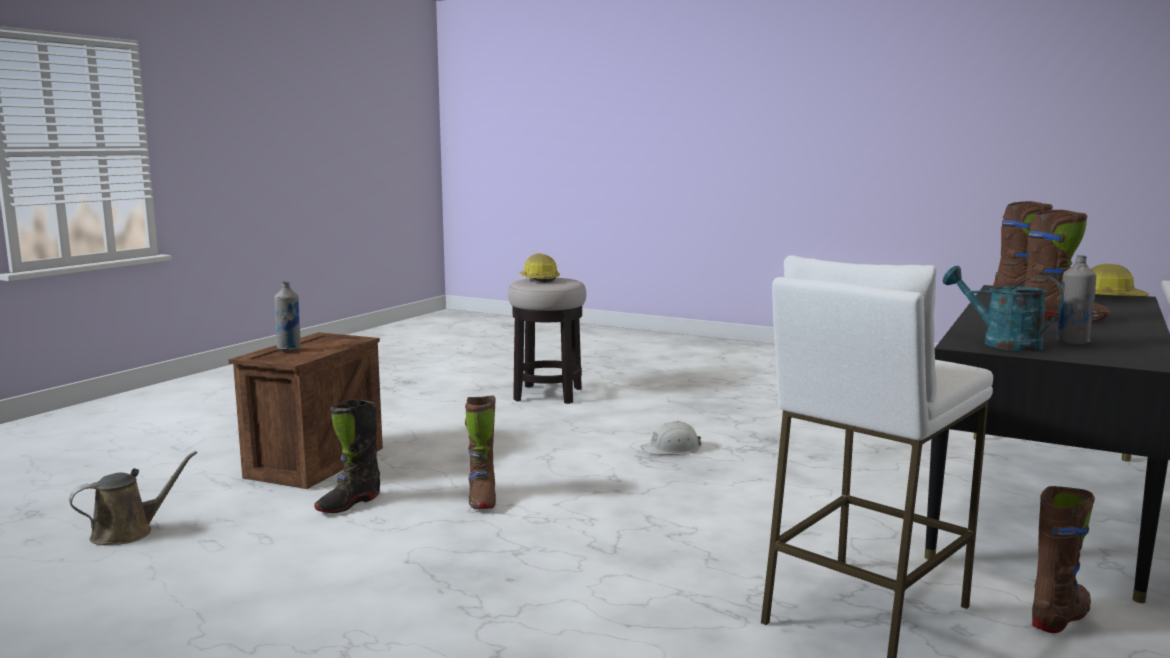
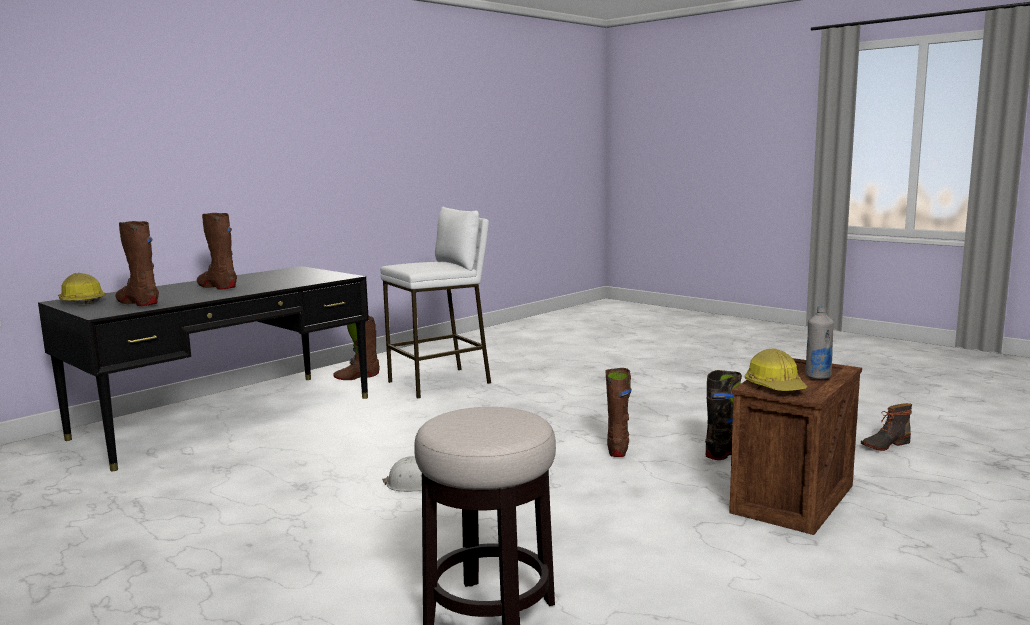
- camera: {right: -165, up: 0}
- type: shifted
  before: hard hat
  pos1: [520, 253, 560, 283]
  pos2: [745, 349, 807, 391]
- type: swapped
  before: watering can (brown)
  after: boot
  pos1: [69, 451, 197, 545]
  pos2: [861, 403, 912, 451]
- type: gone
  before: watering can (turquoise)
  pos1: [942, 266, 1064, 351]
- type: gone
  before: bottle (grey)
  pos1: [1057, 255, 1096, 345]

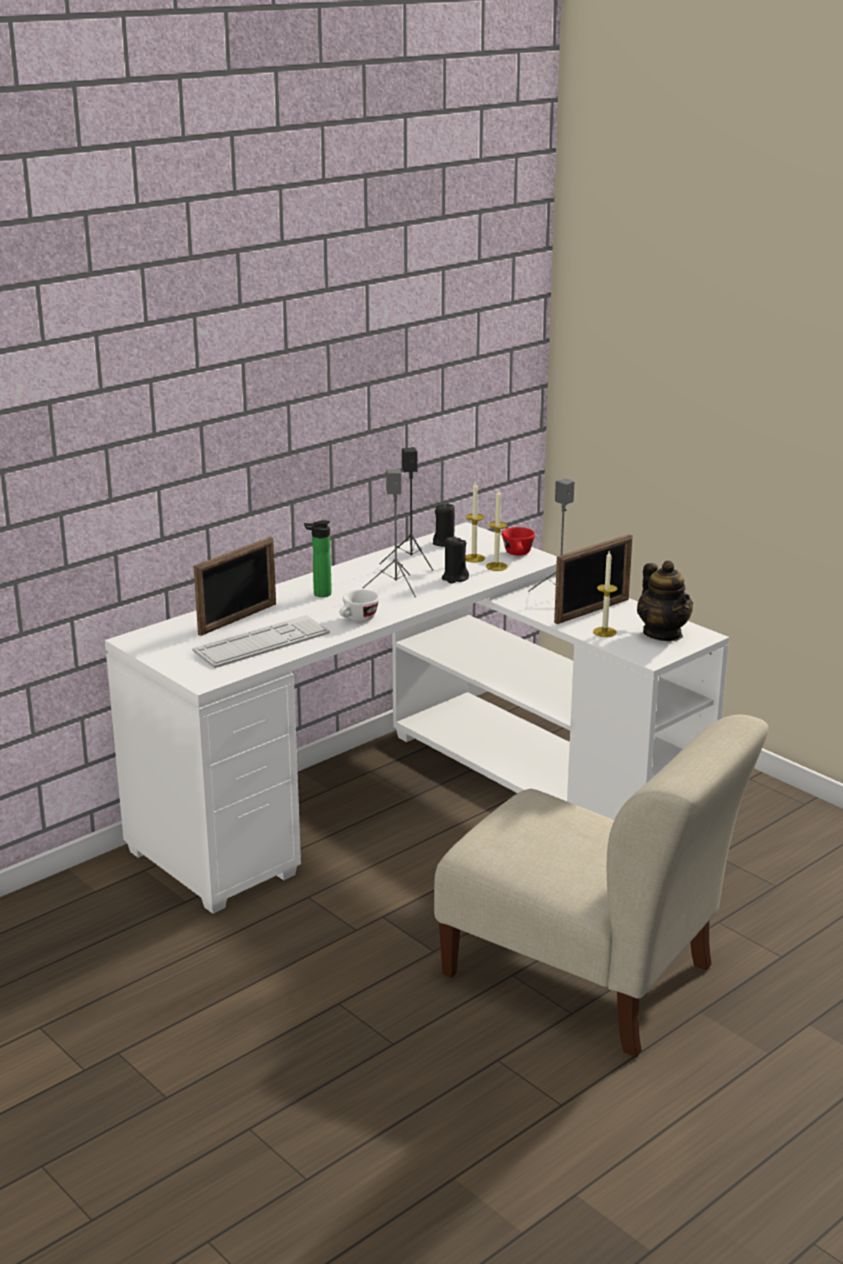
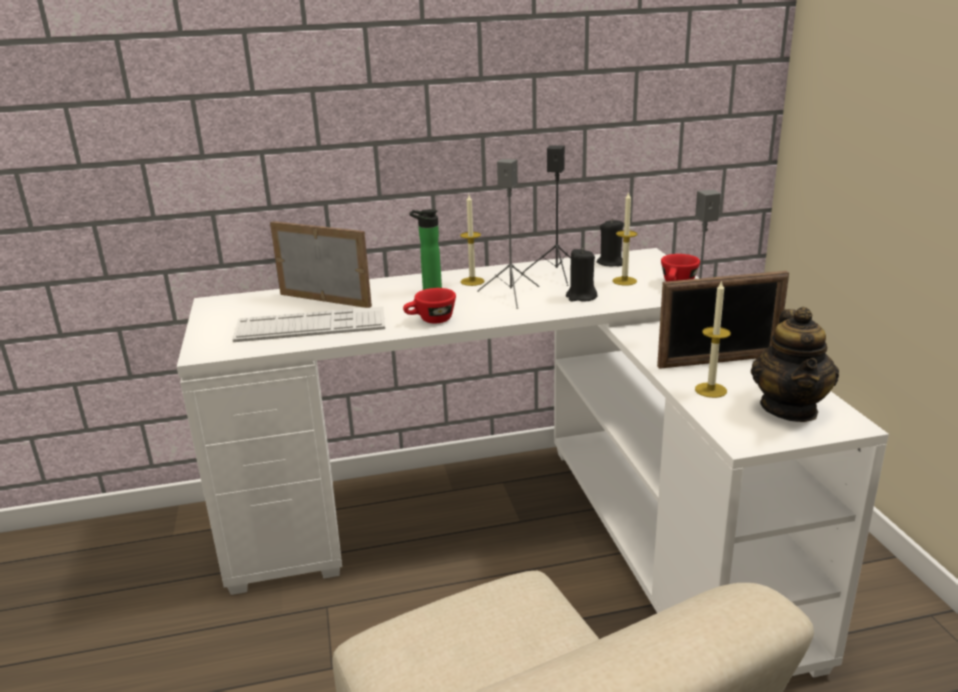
- camera: {right: 30, up: 0}
- type: rotated
  before: picture frame
  pos1: [194, 537, 276, 636]
  pos2: [270, 221, 372, 308]
  turn: -135
- type: repainted
  before: cup (white)
  after: cup (red)
  pos1: [339, 589, 379, 622]
  pos2: [403, 288, 456, 323]
- type: shifted
  before: candle
  pos1: [486, 489, 508, 571]
  pos2: [460, 195, 484, 286]

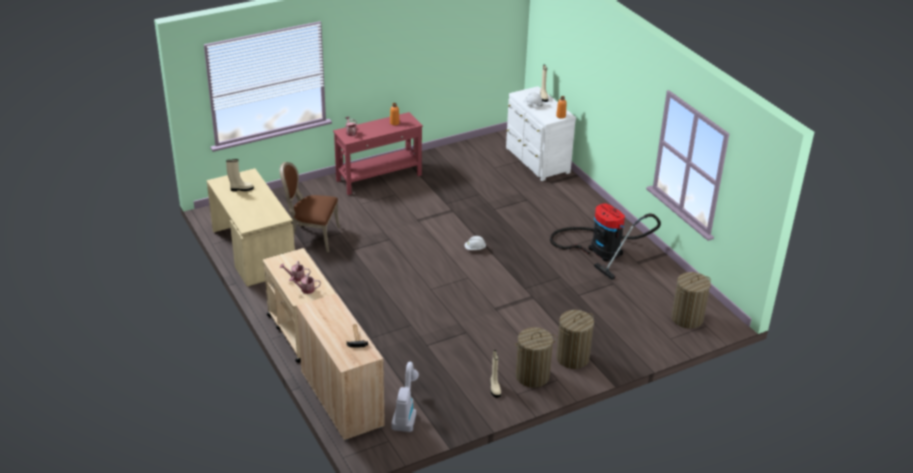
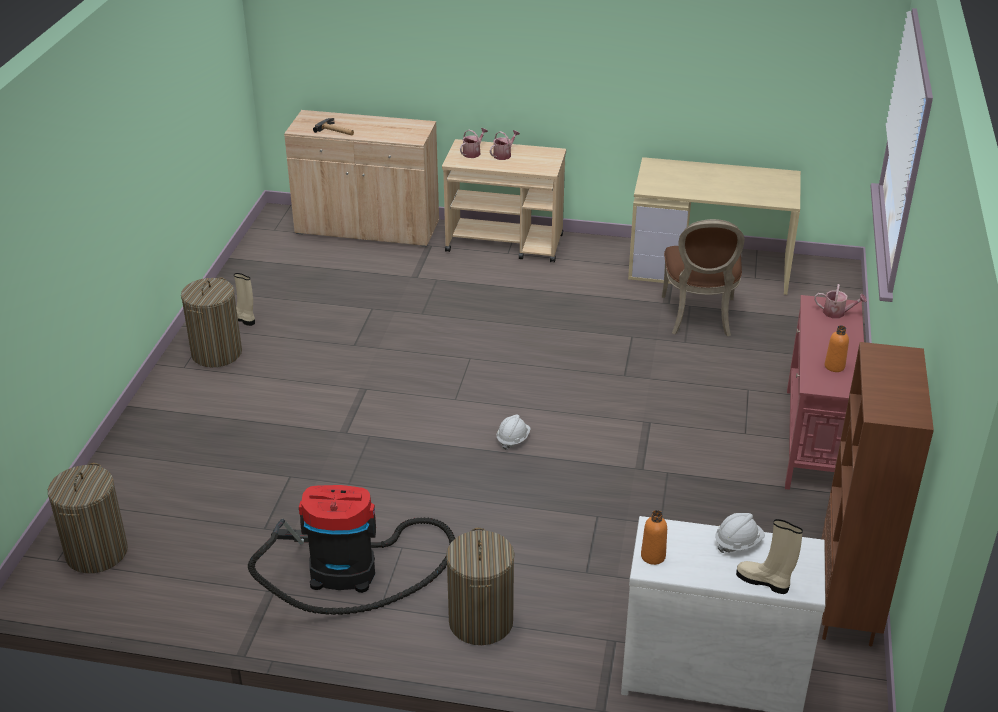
- camera: {right: 130, up: 0}
- type: shifted
  before: laundry basket
  pos1: [556, 310, 594, 369]
  pos2: [446, 528, 514, 645]
- type: rotated
  before: chair (brown)
  pos1: [280, 162, 340, 253]
  pos2: [662, 219, 744, 336]
  turn: 135
- type: new
  after: bookcase (brown)
  pos2: [821, 342, 934, 646]
- type: gone
  before: boot (beige)
  pos1: [226, 159, 254, 191]
- type: gone
  before: vacuum cleaner
  pos1: [391, 362, 419, 432]

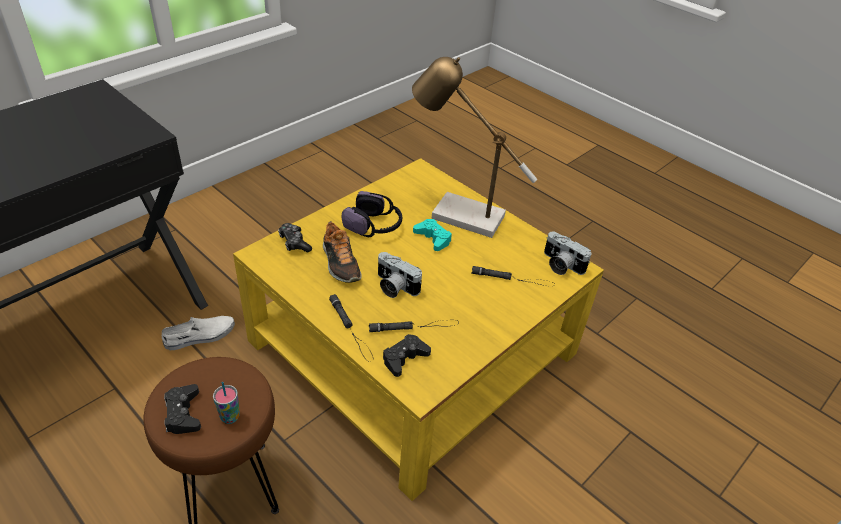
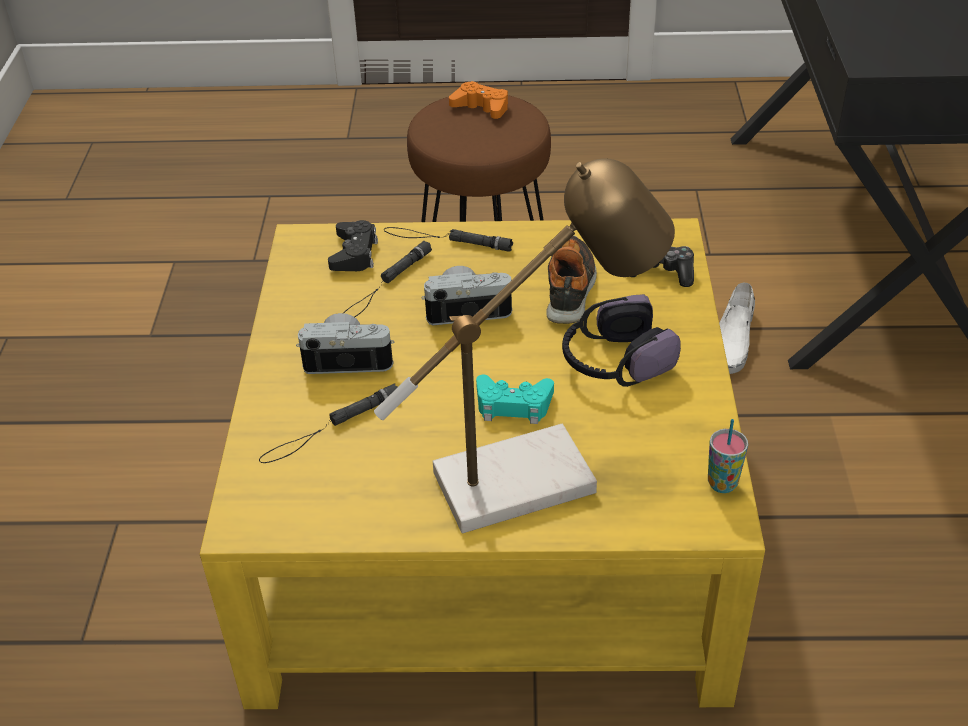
- camera: {right: 140, up: 0}
- type: shifted
  before: photo camera
  pos1: [544, 232, 592, 275]
  pos2: [296, 313, 394, 374]
- type: repainted
  before: game controller (black)
  after: game controller (orange)
  pos1: [164, 384, 201, 434]
  pos2: [449, 81, 508, 119]
- type: rotated
  before: shoe
  pos1: [323, 221, 362, 283]
  pos2: [546, 235, 597, 324]
  turn: 75
- type: shifted
  before: cup
  pos1: [213, 382, 240, 424]
  pos2: [708, 419, 748, 493]

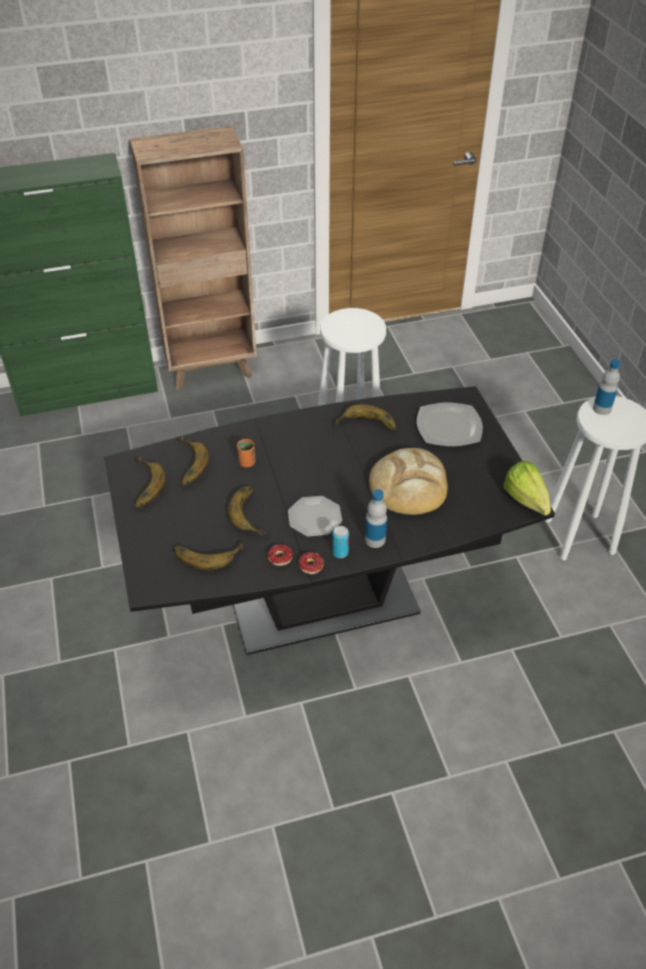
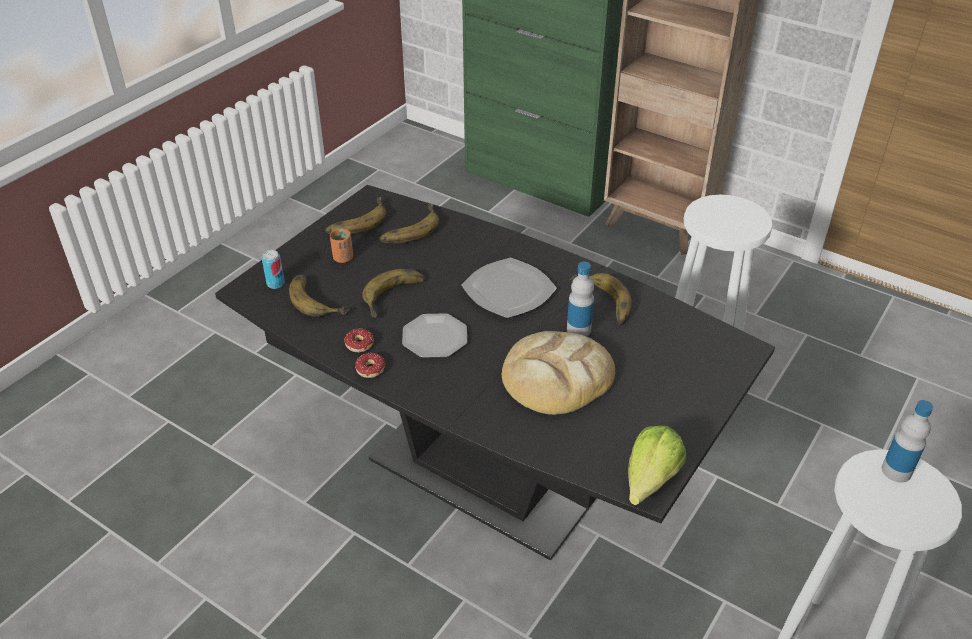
- camera: {right: 50, up: -5}
- type: shifted
  before: can
  pos1: [332, 526, 349, 558]
  pos2: [262, 250, 285, 289]
- type: shifted
  before: cup (orange)
  pos1: [237, 439, 256, 467]
  pos2: [330, 229, 353, 263]
- type: shifted
  before: plate
  pos1: [417, 402, 483, 447]
  pos2: [462, 258, 557, 318]
- type: shifted
  before: bottle
  pos1: [365, 489, 387, 548]
  pos2: [567, 262, 594, 336]

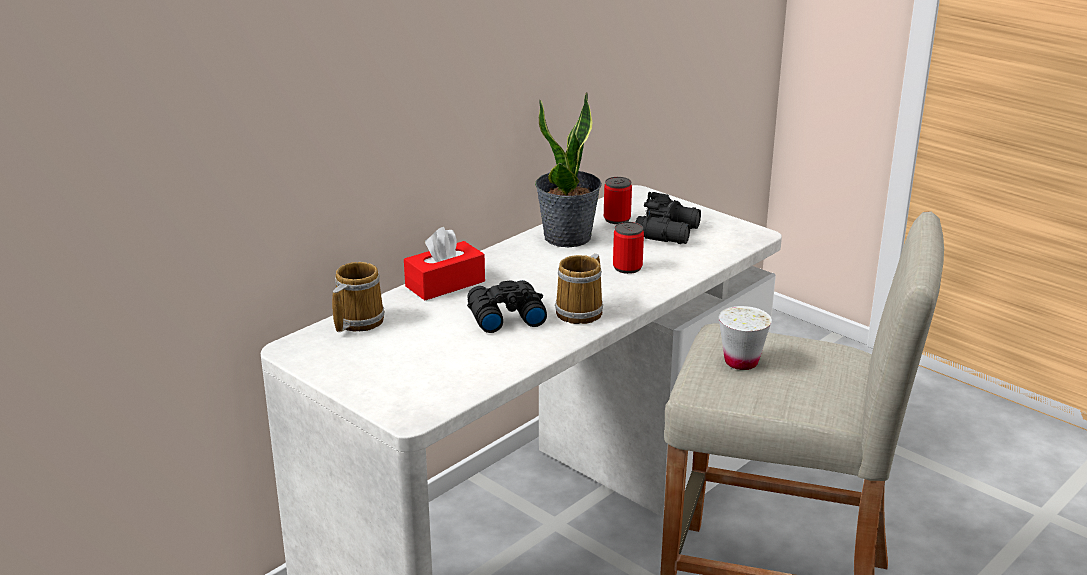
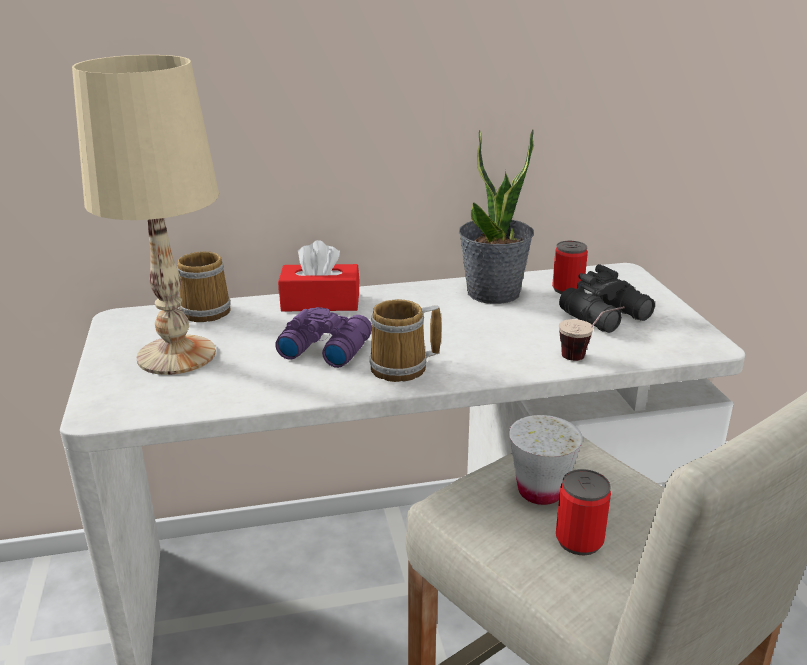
- camera: {right: 35, up: 0}
- type: new
  after: table lamp (beige)
  pos2: [72, 55, 219, 375]
- type: repainted
  before: binoculars (black)
  after: binoculars (purple)
  pos1: [467, 280, 547, 333]
  pos2: [275, 307, 372, 368]
- type: shifted
  before: can
  pos1: [613, 222, 644, 274]
  pos2: [556, 469, 611, 555]
- type: new
  after: cup
  pos2: [559, 306, 625, 361]

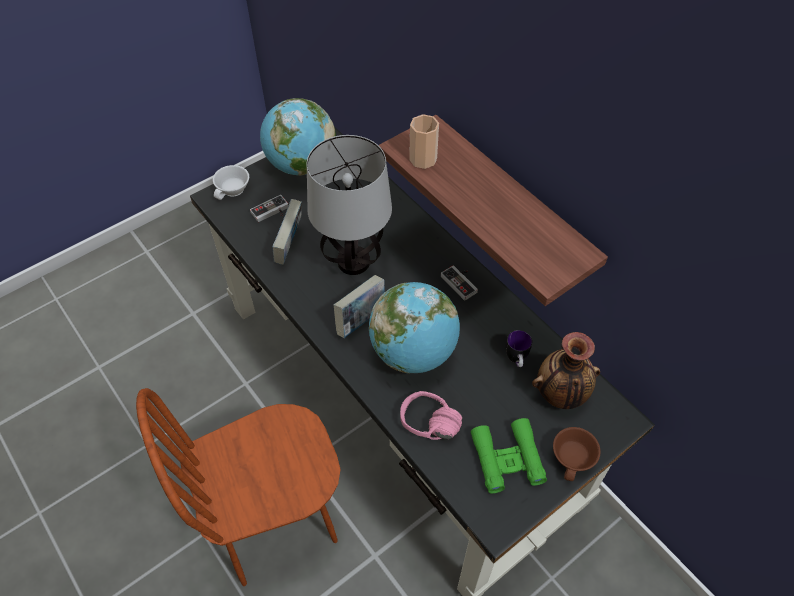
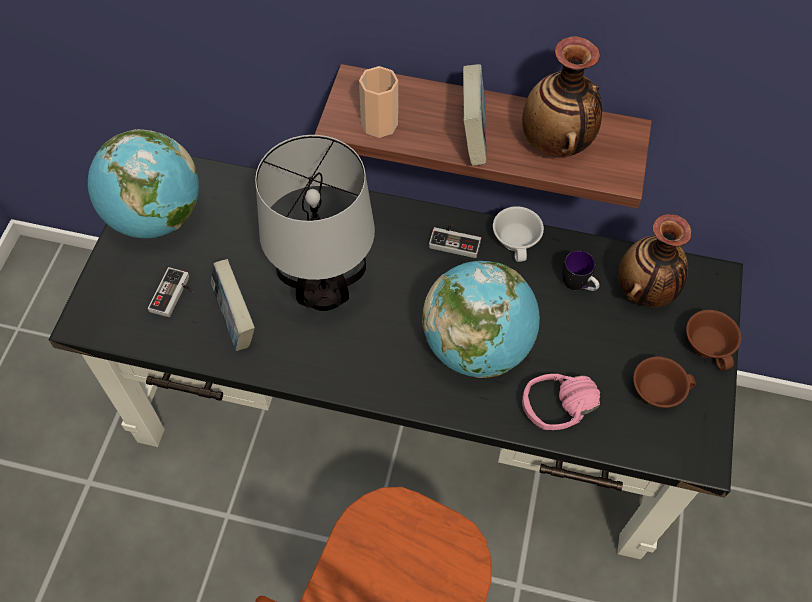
- camera: {right: -40, up: 5}
- type: shifted
  before: book
  pos1: [334, 275, 385, 338]
  pos2: [463, 64, 486, 166]
- type: shifted
  before: cup (white)
  pos1: [213, 165, 249, 200]
  pos2: [493, 206, 544, 262]
- type: new
  after: vase
  pos2: [522, 36, 602, 157]
- type: swapped
  before: binoculars (green)
  after: cup (brown)
  pos1: [471, 418, 547, 493]
  pos2: [633, 357, 696, 408]

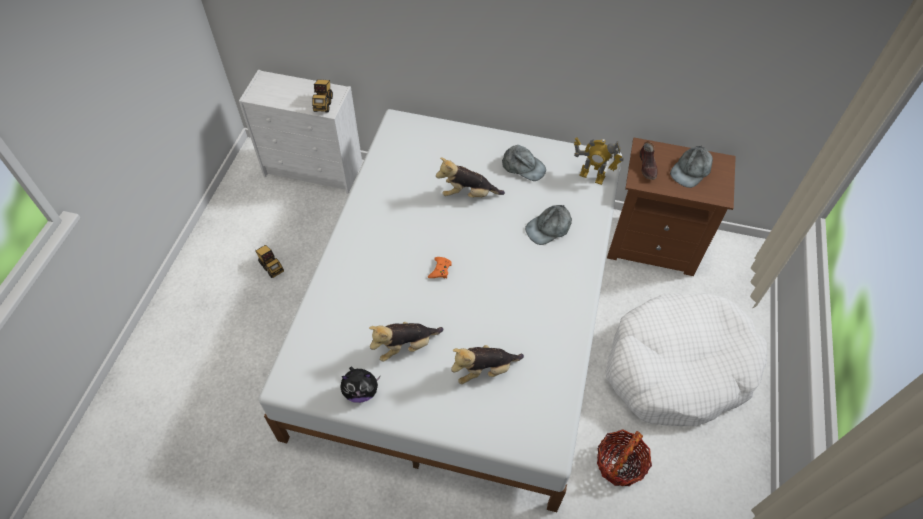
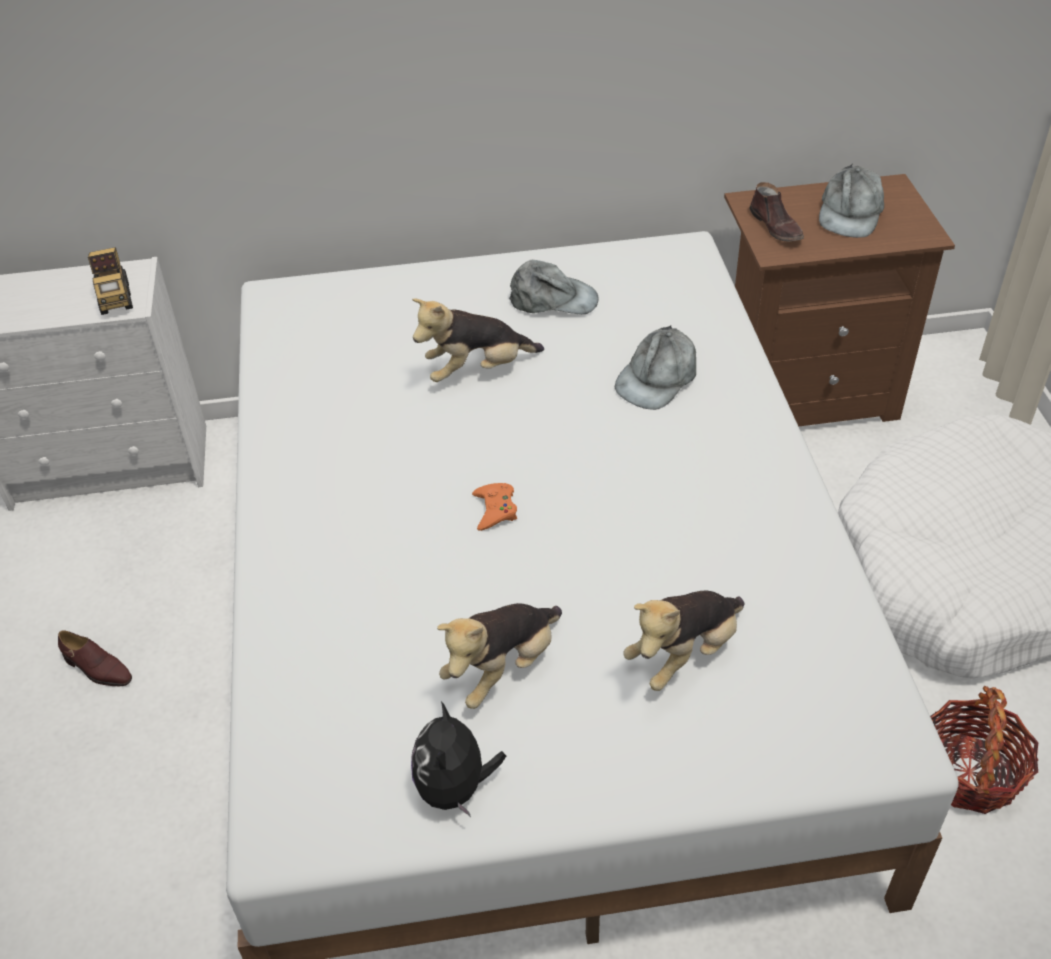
- camera: {right: -20, up: -10}
- type: swapped
  before: toy truck
  after: shoe (brown)
  pos1: [256, 245, 284, 278]
  pos2: [58, 630, 132, 686]
- type: rotated
  before: plush toy
  pos1: [341, 366, 380, 403]
  pos2: [411, 701, 506, 817]
  turn: 120
- type: gone
  before: toy robot
  pos1: [574, 137, 624, 185]

